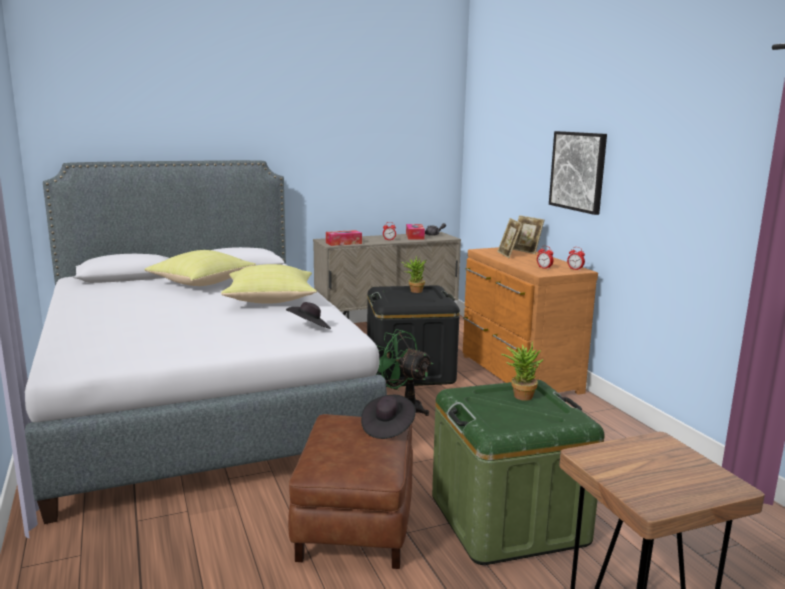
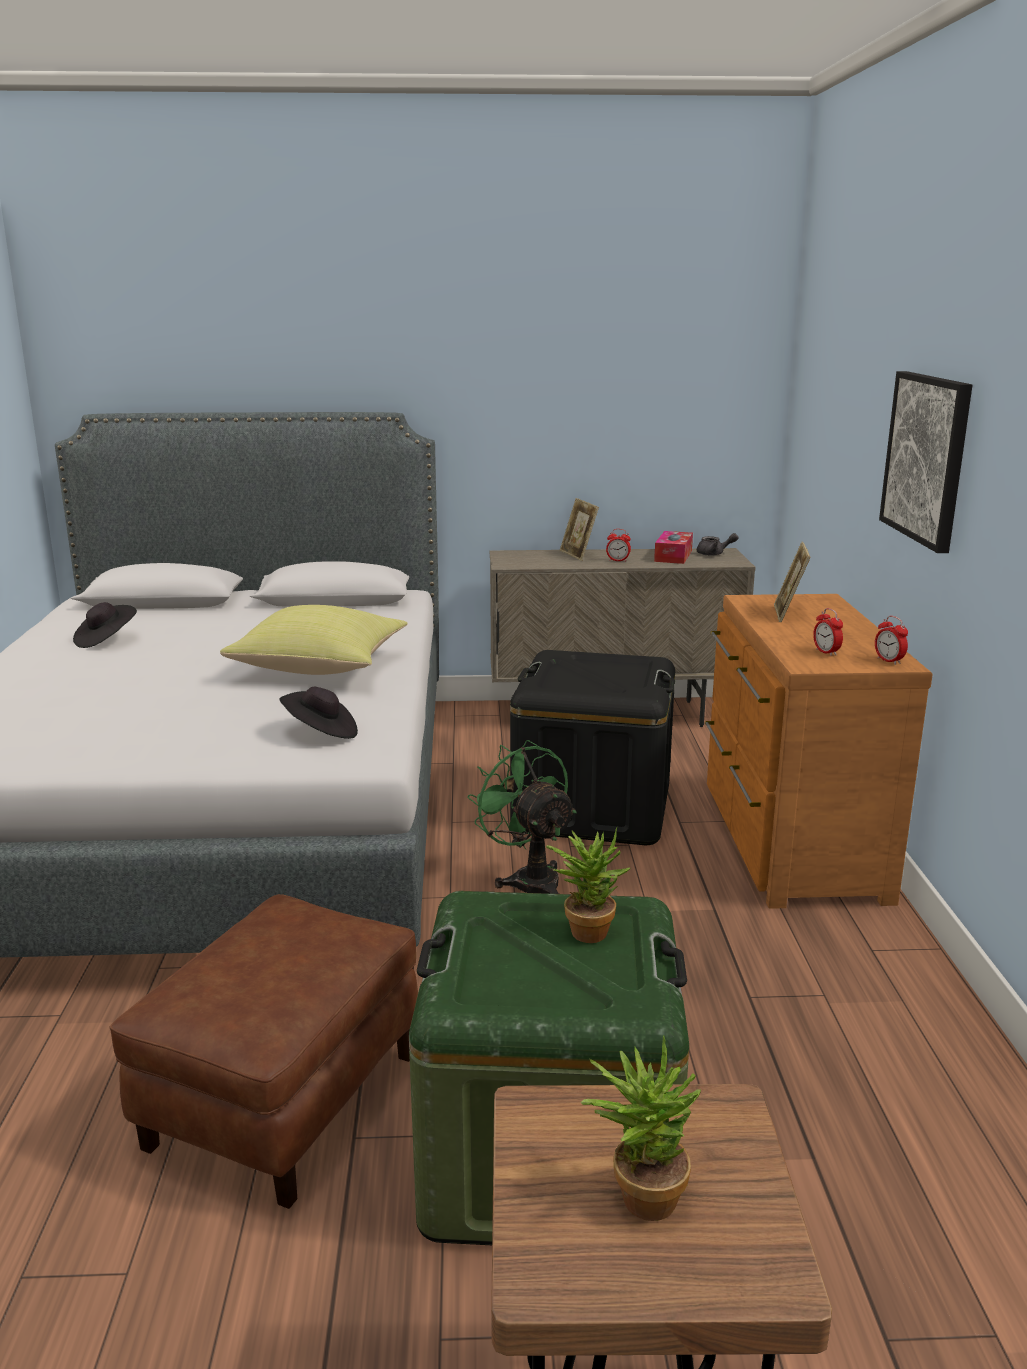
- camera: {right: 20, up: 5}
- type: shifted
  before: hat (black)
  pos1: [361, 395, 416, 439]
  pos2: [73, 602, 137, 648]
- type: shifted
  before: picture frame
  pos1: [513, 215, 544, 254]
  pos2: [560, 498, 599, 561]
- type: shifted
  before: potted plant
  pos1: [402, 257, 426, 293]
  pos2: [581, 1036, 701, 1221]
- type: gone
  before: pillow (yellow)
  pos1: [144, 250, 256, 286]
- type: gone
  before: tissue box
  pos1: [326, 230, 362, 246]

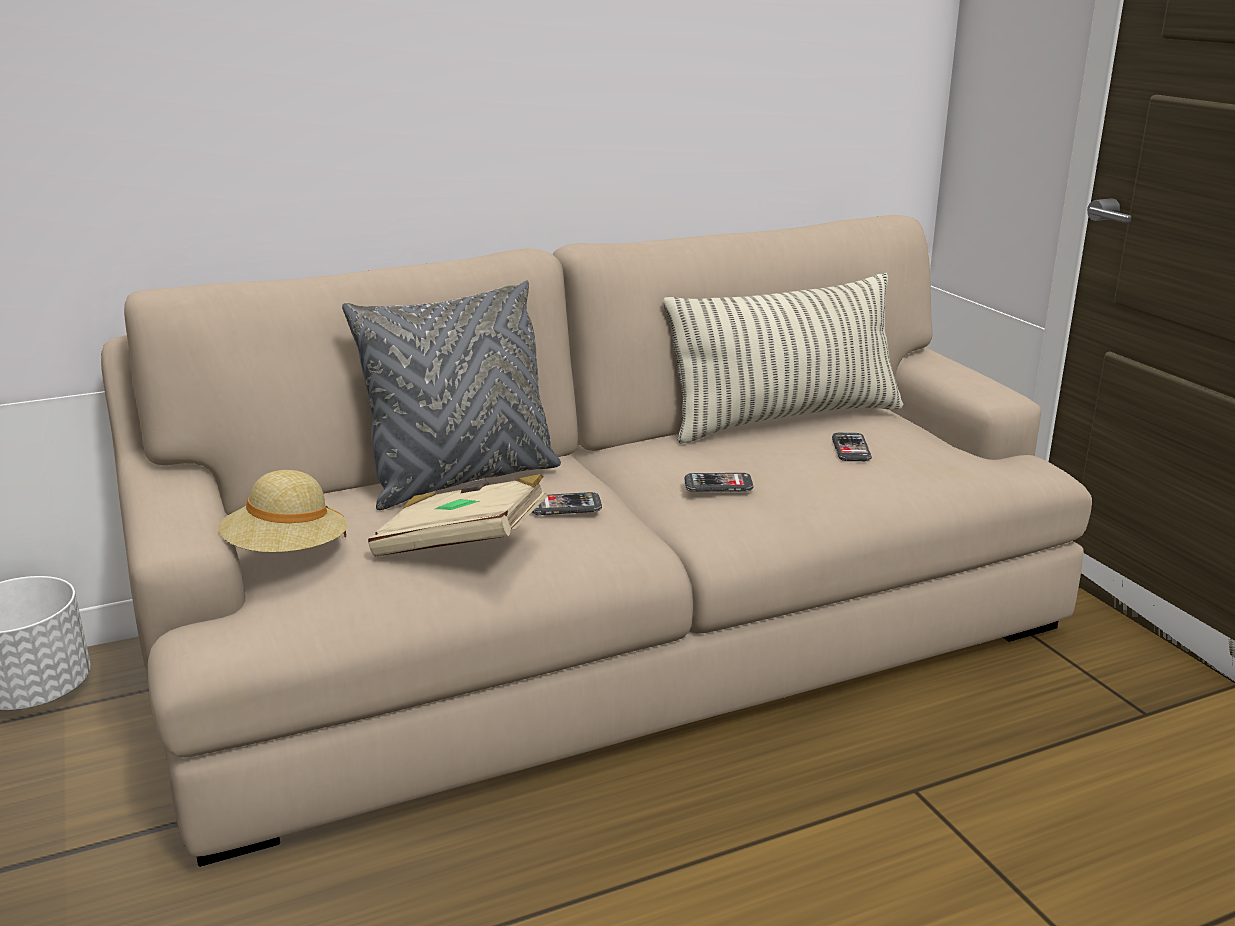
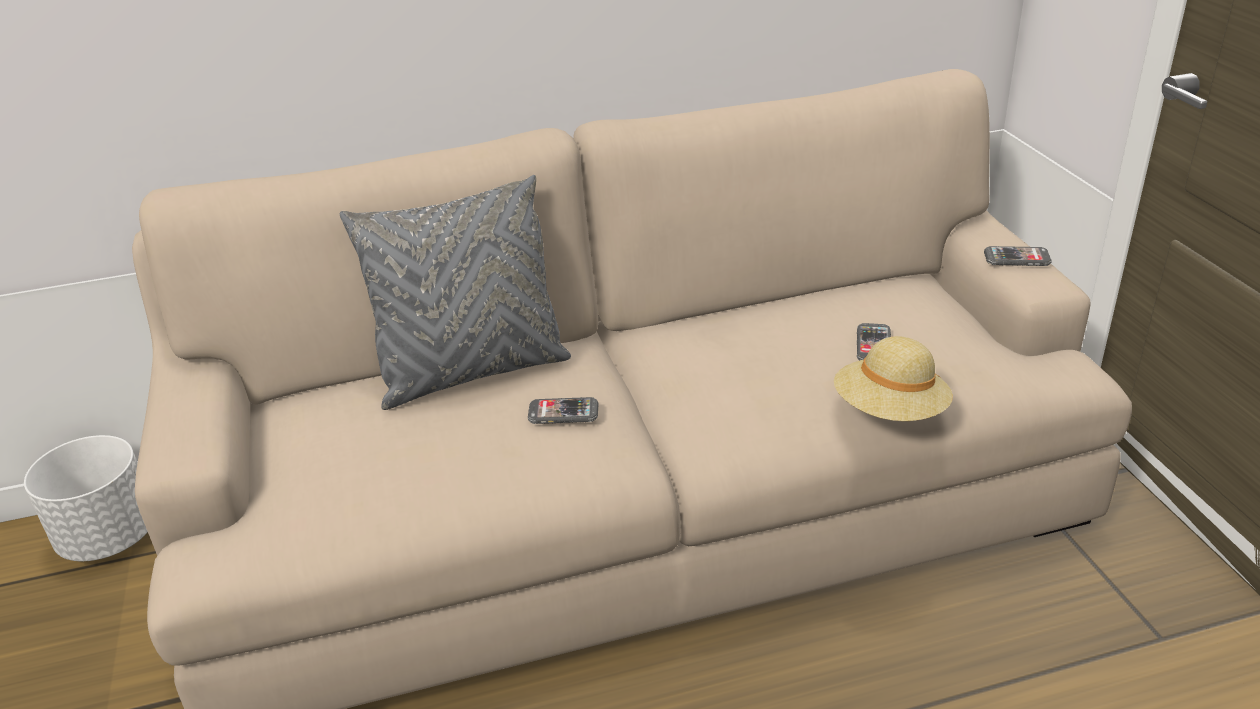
- camera: {right: 10, up: 10}
- type: shifted
  before: hat (beige)
  pos1: [218, 470, 347, 553]
  pos2: [834, 336, 953, 421]
- type: shifted
  before: phone
  pos1: [684, 473, 754, 492]
  pos2: [984, 246, 1052, 266]
- type: gone
  before: book (beige)
  pos1: [368, 474, 548, 556]
- type: gone
  before: pillow
  pos1: [663, 273, 903, 444]

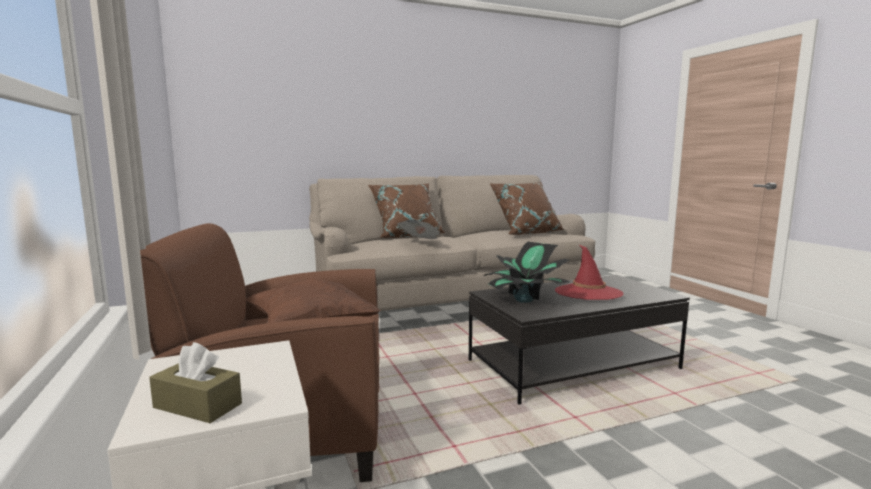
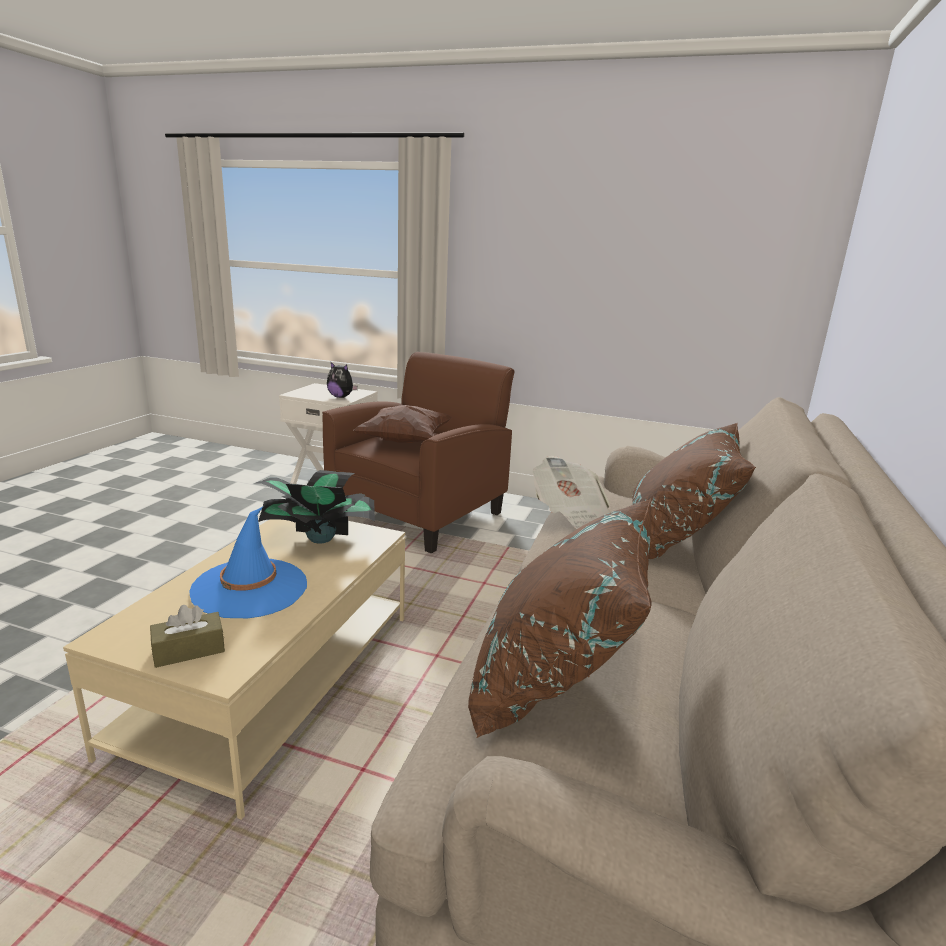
- camera: {right: 130, up: 10}
- type: repainted
  before: coffee table (black)
  after: coffee table (beige)
  pos1: [469, 275, 690, 405]
  pos2: [63, 519, 405, 820]
- type: shifted
  before: tissue box (brown)
  pos1: [149, 342, 242, 423]
  pos2: [150, 605, 225, 668]
- type: repainted
  before: hat (red)
  after: hat (blue)
  pos1: [555, 245, 623, 300]
  pos2: [189, 507, 307, 618]
- type: new
  after: plush toy
  pos2: [327, 361, 358, 398]

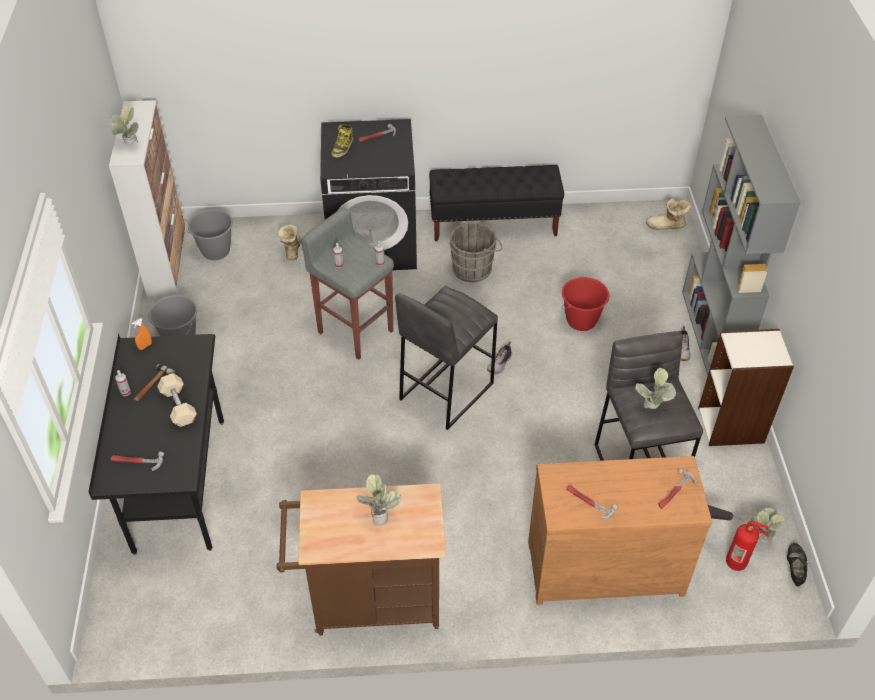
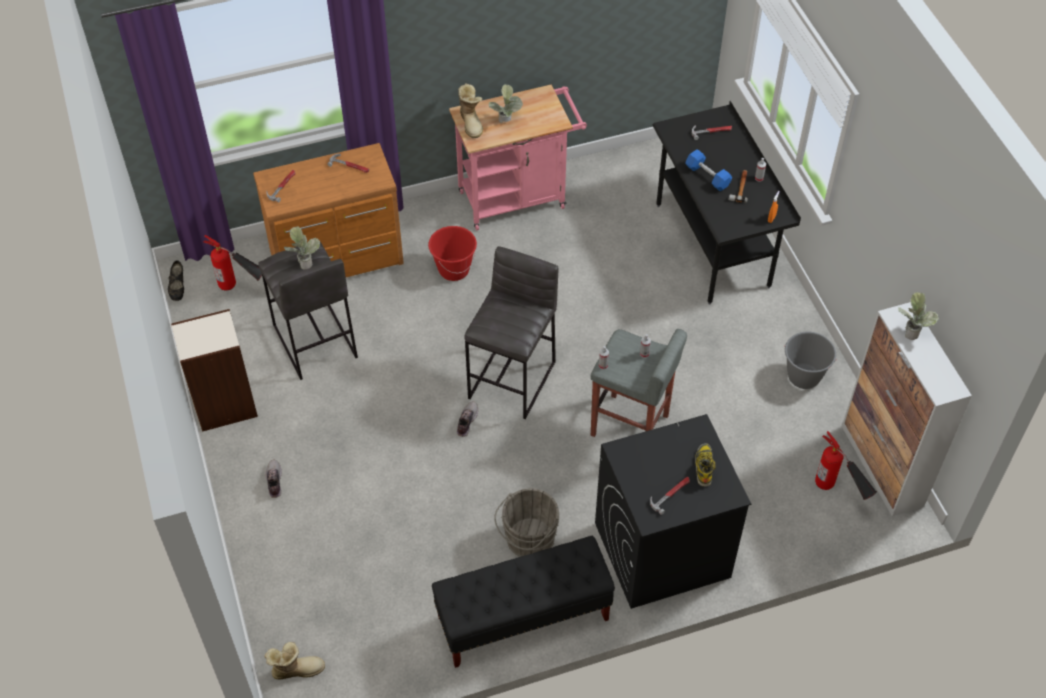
- camera: {right: 165, up: 5}
- type: shifted
  before: bucket (red)
  pos1: [561, 277, 609, 331]
  pos2: [428, 226, 477, 281]
- type: repainted
  before: cart (brown)
  after: cart (pink)
  pos1: [276, 483, 446, 636]
  pos2: [449, 85, 587, 230]
- type: shifted
  before: boot
  pos1: [278, 224, 301, 260]
  pos2: [458, 83, 483, 138]
- type: repainted
  before: dumbbell (beige)
  after: dumbbell (blue)
  pos1: [157, 373, 197, 427]
  pos2: [685, 149, 732, 191]
- type: swapped
  before: bucket (grey)
  after: fire extinguisher
  pos1: [188, 209, 233, 260]
  pos2: [815, 431, 877, 500]
- type: gone
  before: bookcase (grey)
  pos1: [682, 115, 801, 375]
- type: gone
  before: potted plant
  pos1: [749, 508, 785, 545]

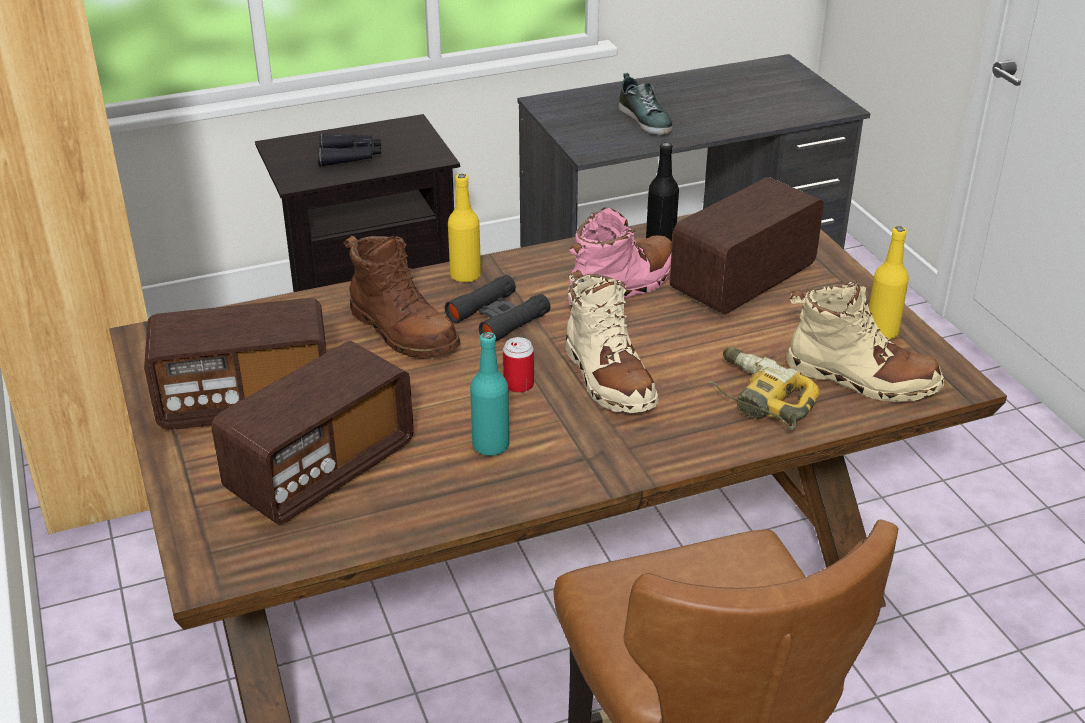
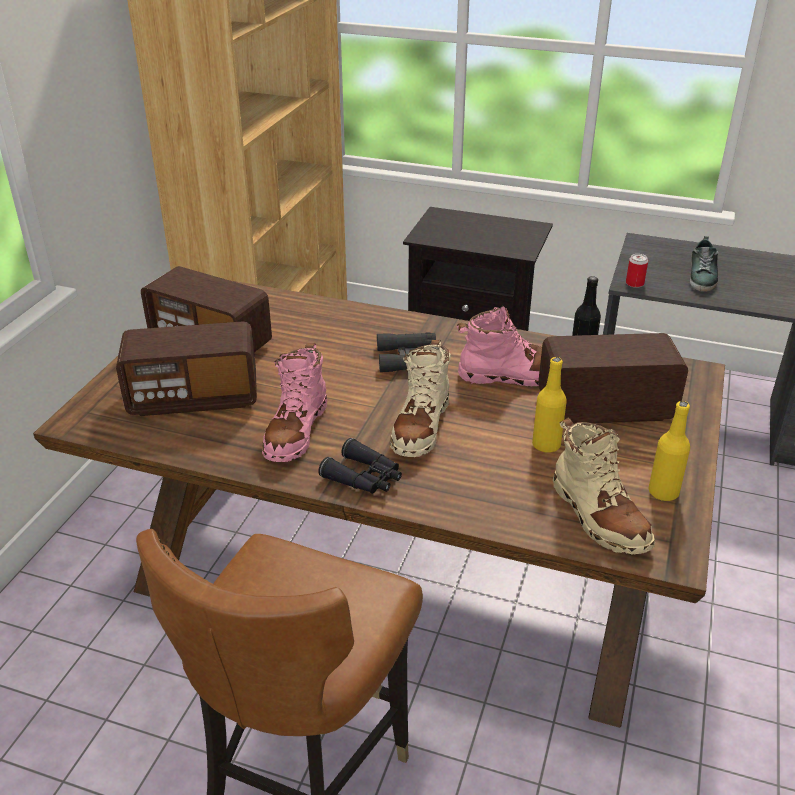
- camera: {right: 40, up: 0}
- type: swapped
  before: bottle (turquoise)
  after: boot (pink)
  pos1: [470, 332, 509, 456]
  pos2: [262, 343, 327, 462]
- type: shifted
  before: binoculars (black)
  pos1: [317, 133, 381, 167]
  pos2: [318, 438, 402, 494]
- type: shifted
  before: bottle (yellow)
  pos1: [448, 174, 481, 283]
  pos2: [532, 357, 567, 453]
- type: shifted
  before: can
  pos1: [503, 337, 534, 393]
  pos2: [626, 254, 648, 288]
- type: gone
  before: boot (brown)
  pos1: [343, 236, 460, 358]
- type: gone
  before: power drill
  pos1: [709, 347, 820, 431]

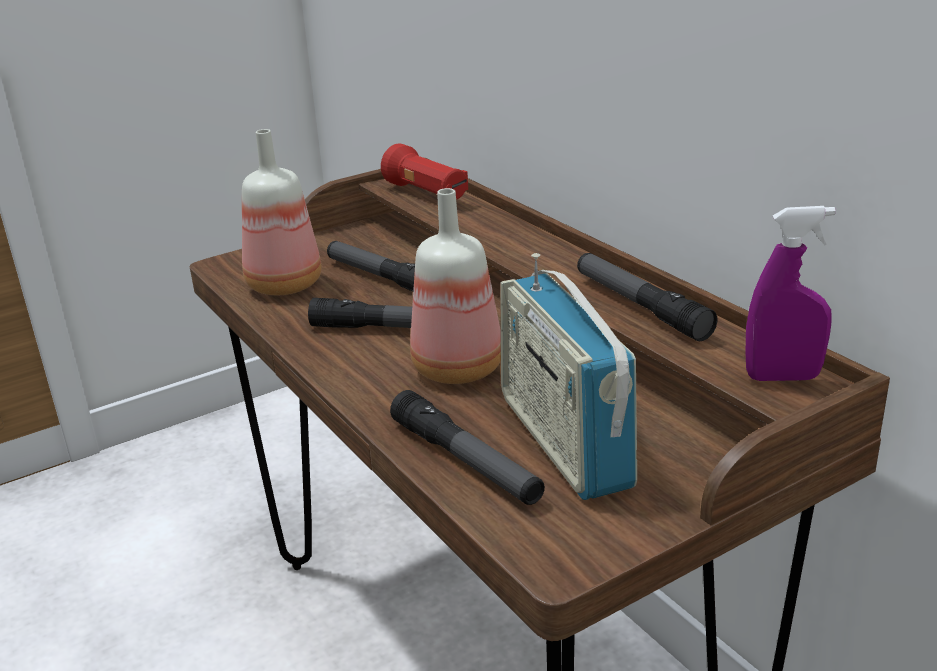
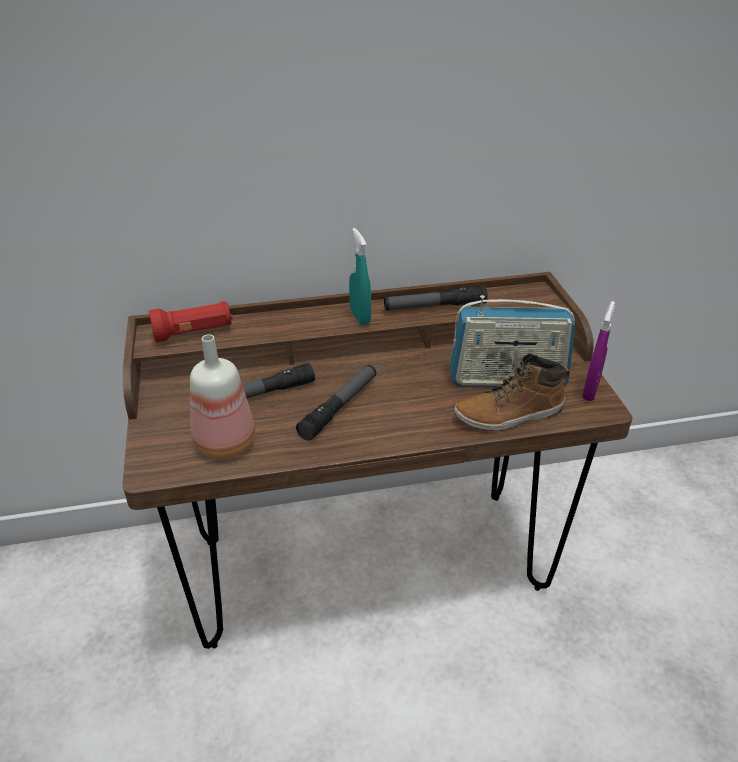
- camera: {right: -70, up: 10}
- type: new
  after: spray bottle (turquoise)
  pos2: [349, 228, 371, 325]
- type: swapped
  before: flashlight
  after: boot
  pos1: [390, 390, 545, 505]
  pos2: [454, 354, 570, 431]
- type: shifted
  before: spray bottle (purple)
  pos1: [746, 206, 836, 381]
  pos2: [582, 301, 615, 401]
- type: gone
  before: bottle
  pos1: [410, 188, 501, 384]

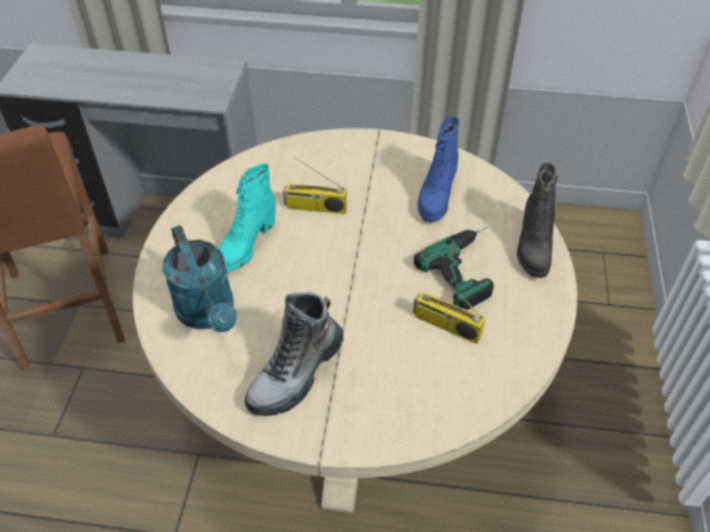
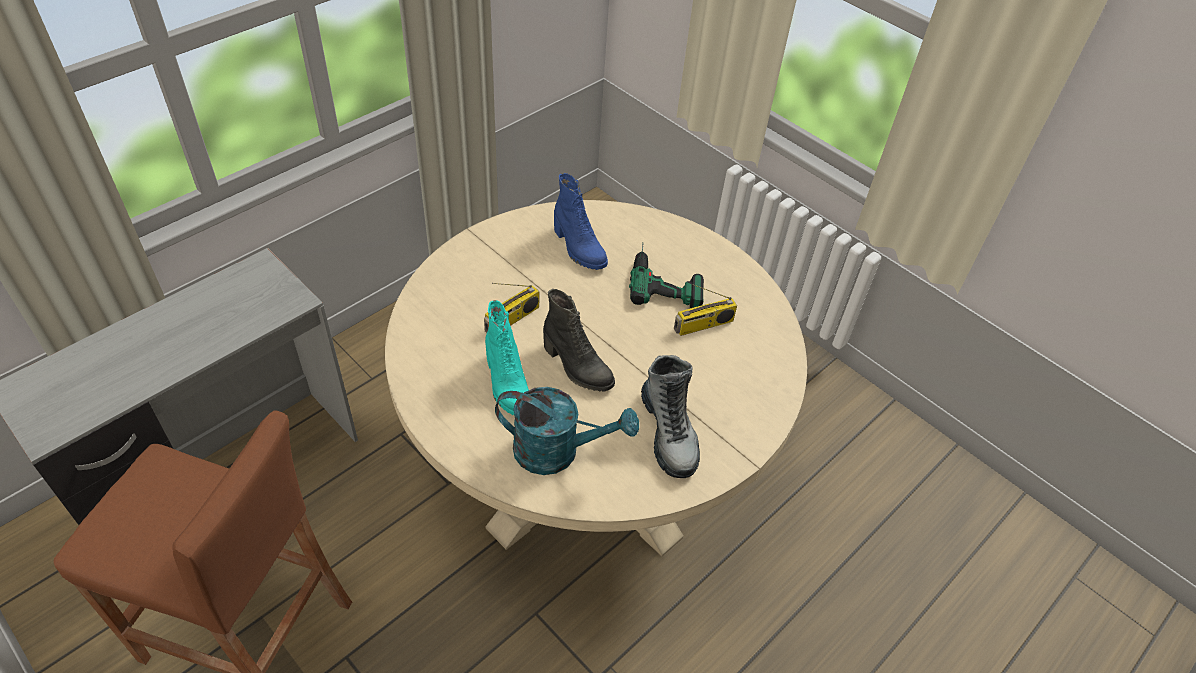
- camera: {right: -55, up: 0}
- type: shifted
  before: boot (black)
  pos1: [517, 162, 558, 278]
  pos2: [543, 289, 615, 392]

